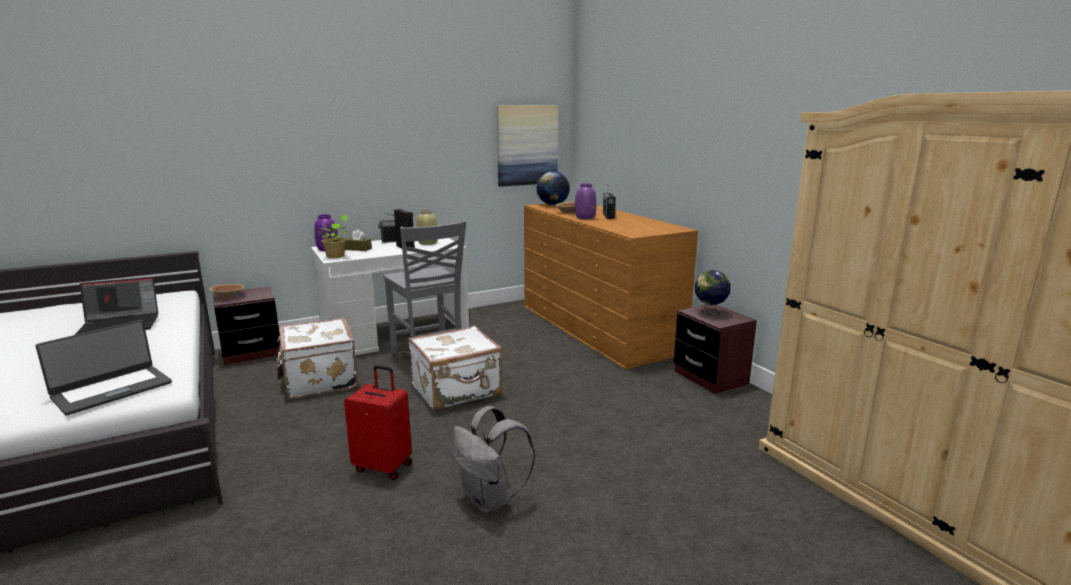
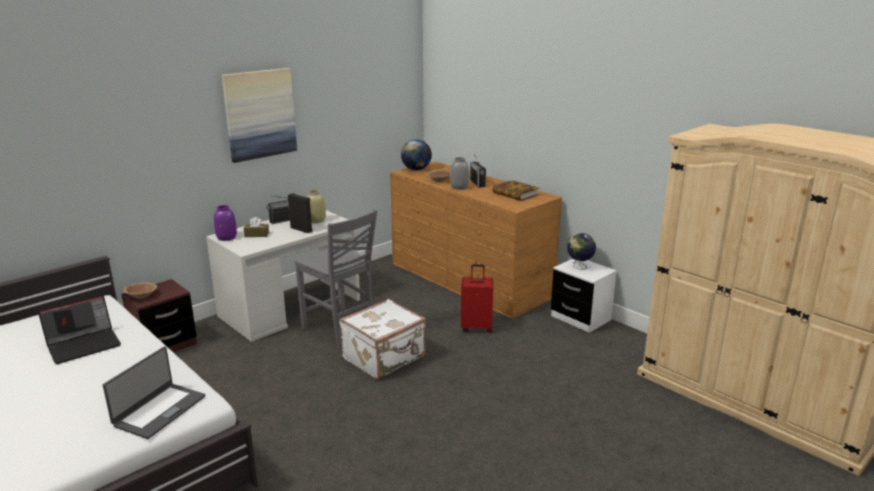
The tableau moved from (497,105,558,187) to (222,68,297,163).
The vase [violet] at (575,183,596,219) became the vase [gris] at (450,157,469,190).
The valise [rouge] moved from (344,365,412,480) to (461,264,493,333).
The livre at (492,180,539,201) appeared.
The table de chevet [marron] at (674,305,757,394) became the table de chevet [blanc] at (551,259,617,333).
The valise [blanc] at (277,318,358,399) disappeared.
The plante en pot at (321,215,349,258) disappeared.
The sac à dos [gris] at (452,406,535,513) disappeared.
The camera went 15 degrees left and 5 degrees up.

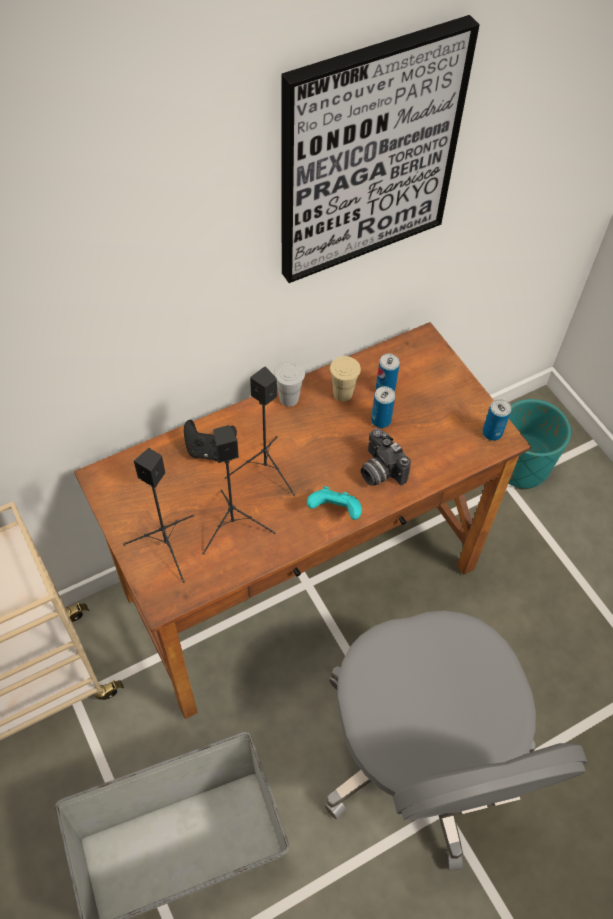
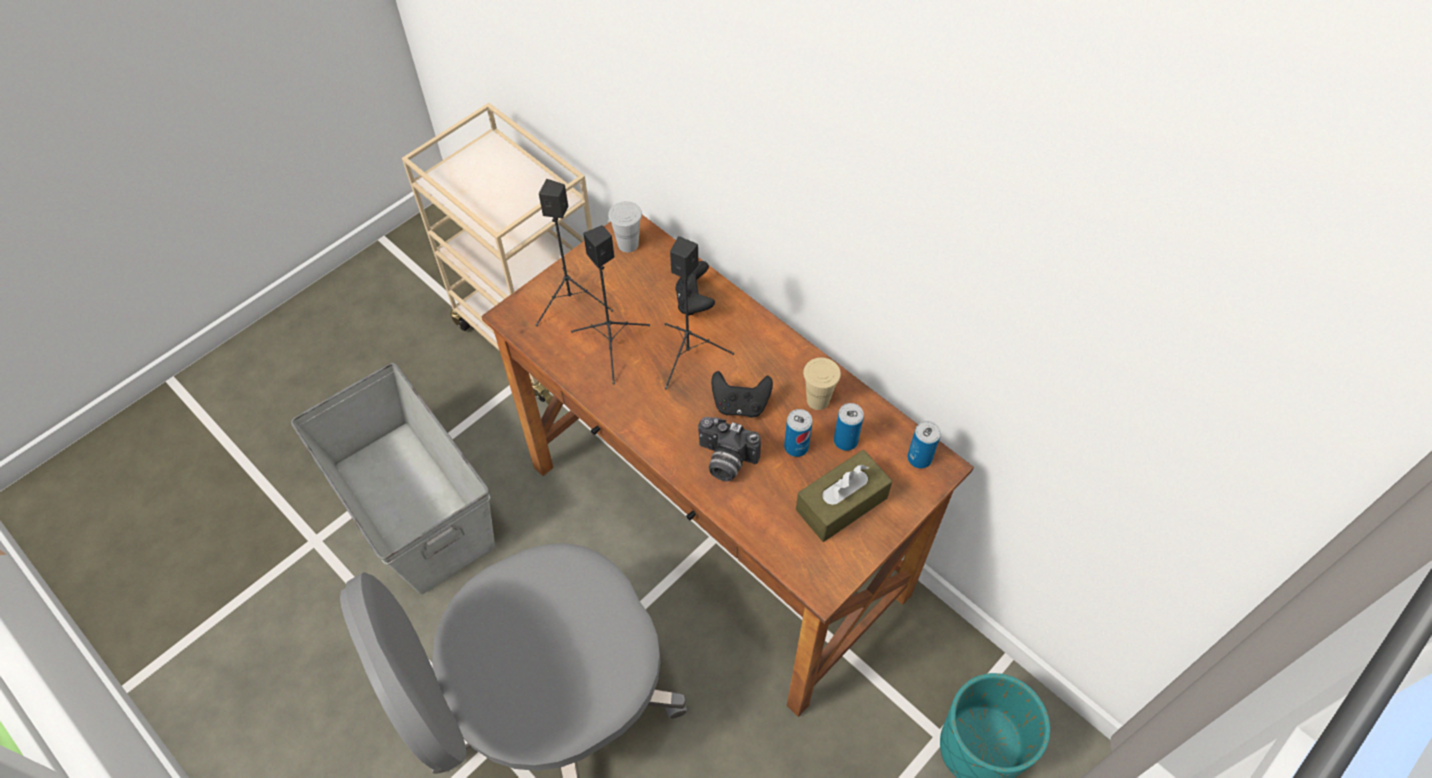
The tasse [blanc] moved from (274,361,305,407) to (608,201,642,253).
The appareil photo at (361,428,411,486) turned 105 degrees counterclockwise.
The manette [noir] at (711,371,773,418) appeared.
The boîte à mouchoirs [marron] at (796,450,892,542) appeared.
The boîte métallique moved from (482,399,511,441) to (907,421,941,468).
The tableau at (281,15,480,283) disappeared.
The manette [turquoise] at (307,486,362,520) disappeared.
The camera went 75 degrees right and 0 degrees up.

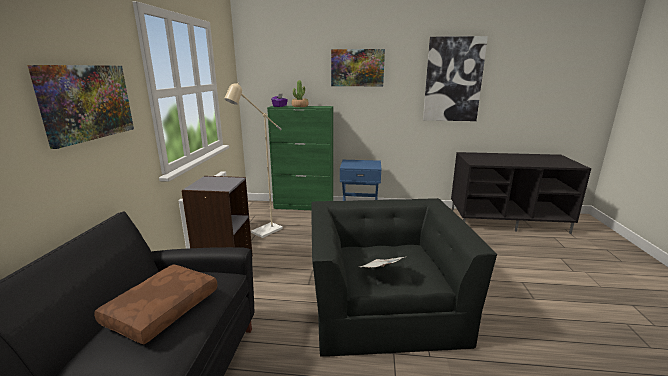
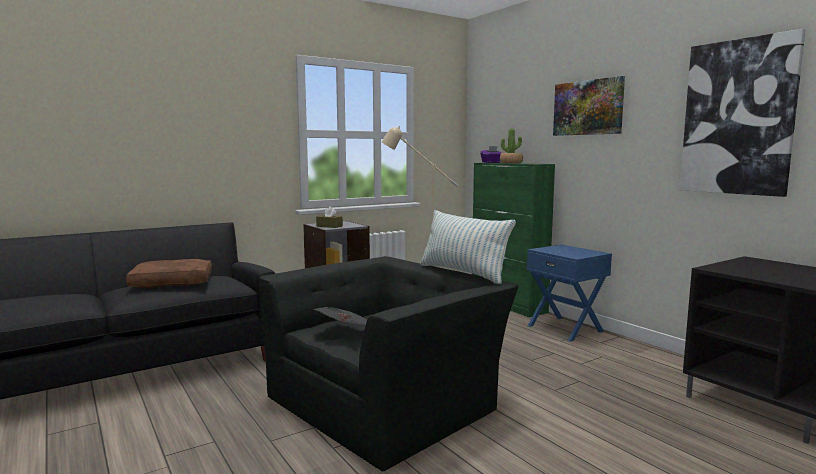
The boîte à mouchoirs [marron] at (316,206,343,228) appeared.
The coussin at (420,210,516,284) appeared.
The tableau at (27,65,134,149) disappeared.
The camera went 50 degrees right and 10 degrees down.

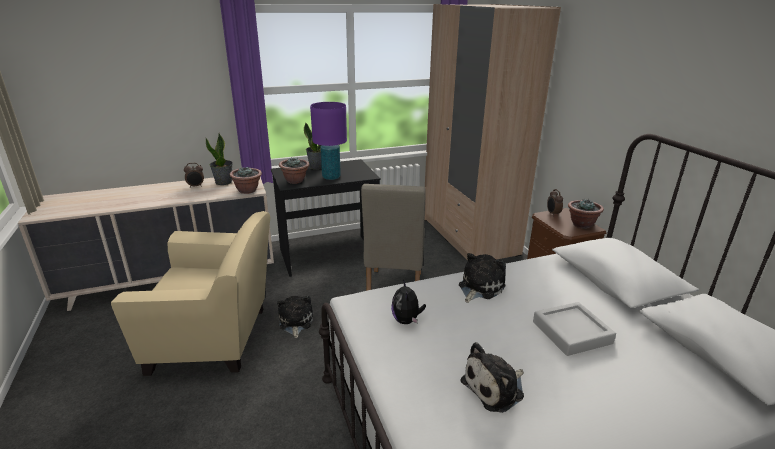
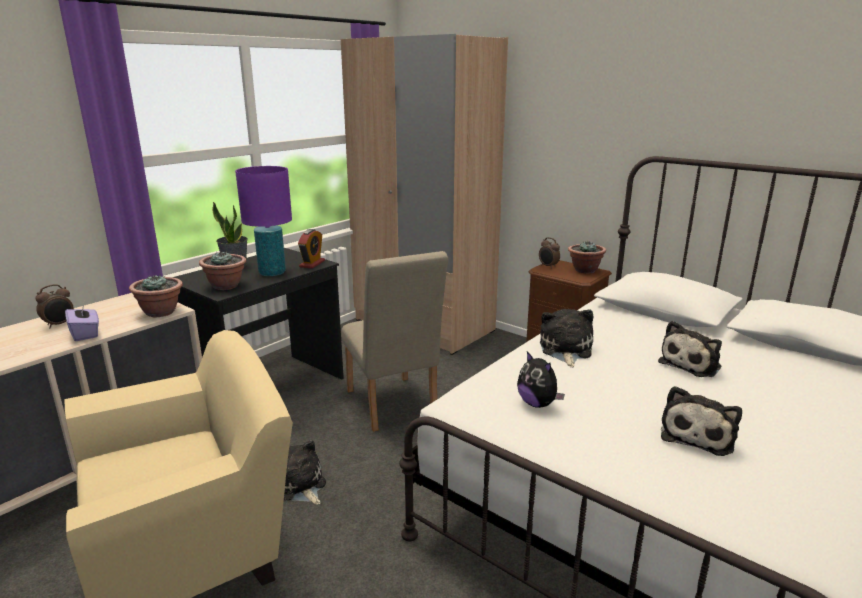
The boîte à mouchoirs [violet] at (65,303,99,341) appeared.
The réveil at (298,229,325,269) appeared.
The plateau [gris] at (533,302,616,356) was replaced by the peluche at (658,321,722,377).
The plante en pot at (206,133,233,185) disappeared.
The camera went 30 degrees left and 5 degrees down.

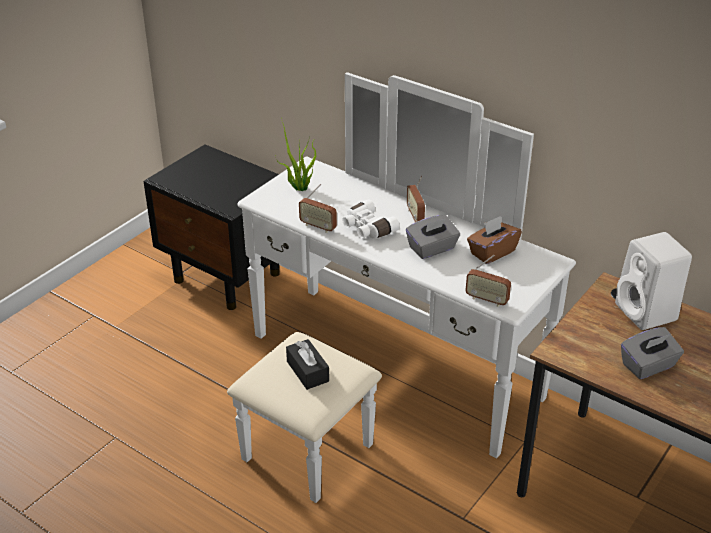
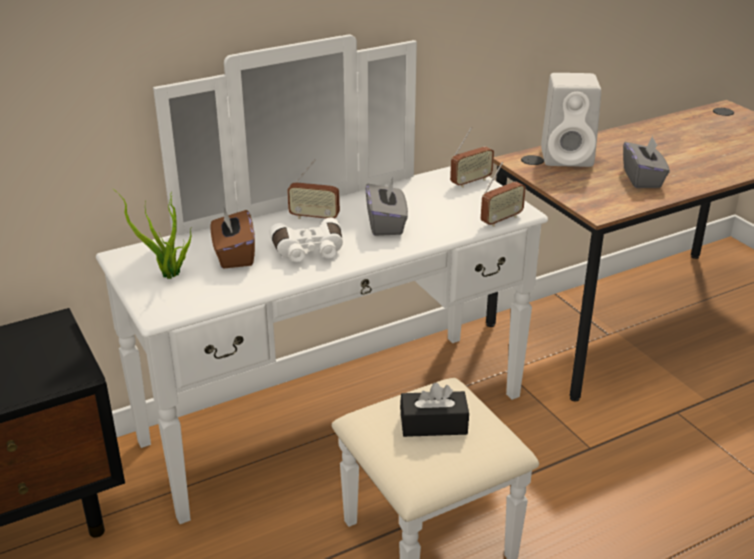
The boîte à mouchoirs [marron] moved from (467,216,522,264) to (210,207,255,269).
The radio moved from (299,184,337,233) to (450,127,494,188).
The camera went 65 degrees left and 5 degrees down.

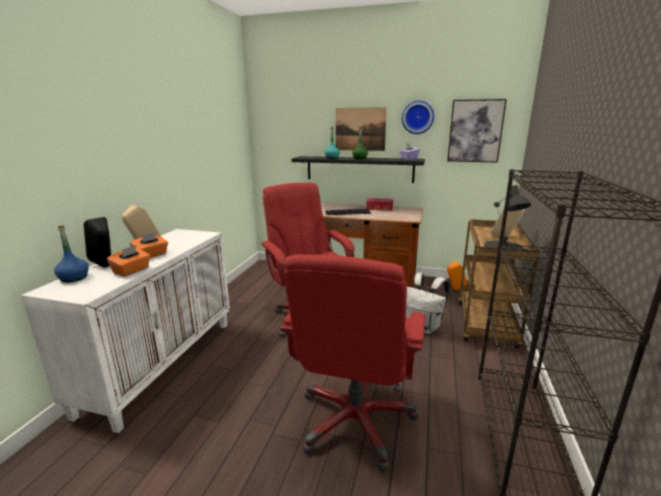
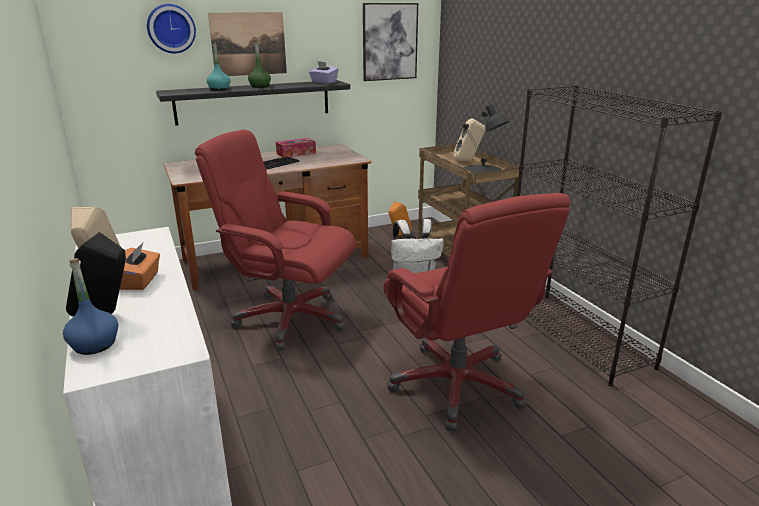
The horloge murale moved from (402,101,434,134) to (147,4,196,53).
The boîte à mouchoirs [orange] at (107,245,150,277) disappeared.
The camera went 40 degrees left and 5 degrees up.

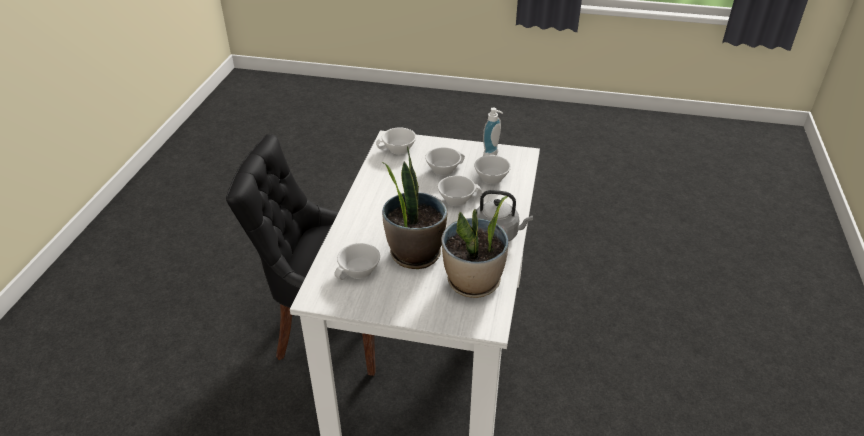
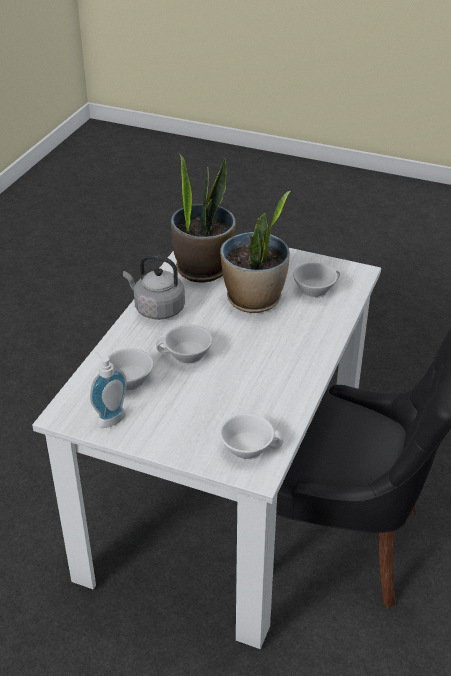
The tasse [blanc] at (425,147,465,176) disappeared.
The camera went 170 degrees left and 0 degrees up.

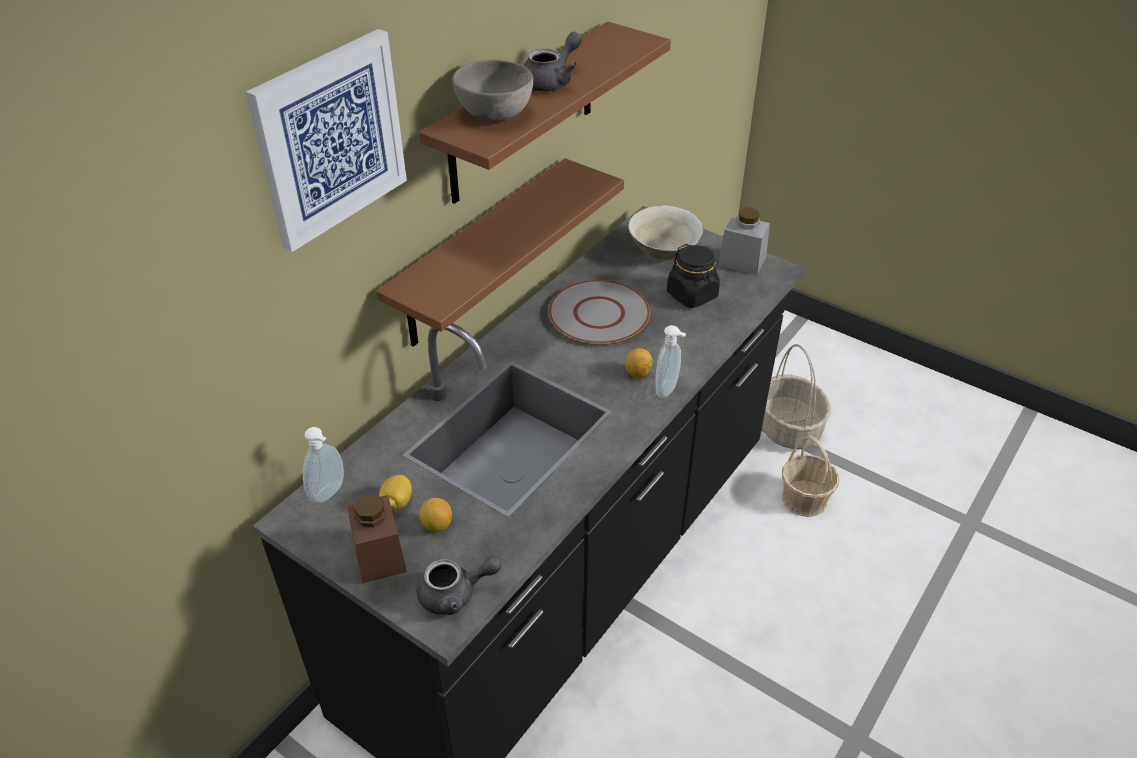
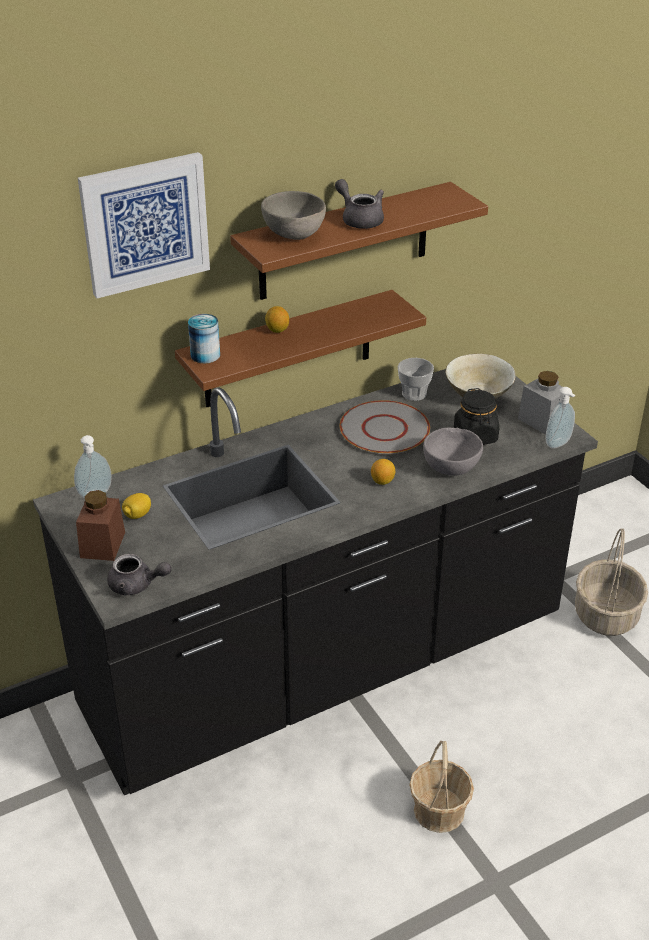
The boîte métallique at (188,314,220,363) appeared.
The citron moved from (419,498,452,532) to (265,306,289,333).
The théière [gris] at (523,32,582,92) turned 105 degrees counterclockwise.
The tasse at (398,358,434,401) appeared.
The panier moved from (782,436,839,517) to (409,741,474,833).
The bol [gris] at (423,428,483,476) appeared.
The distributeur de savon moved from (656,325,686,398) to (545,387,576,449).
The camera went 25 degrees right and 5 degrees down.

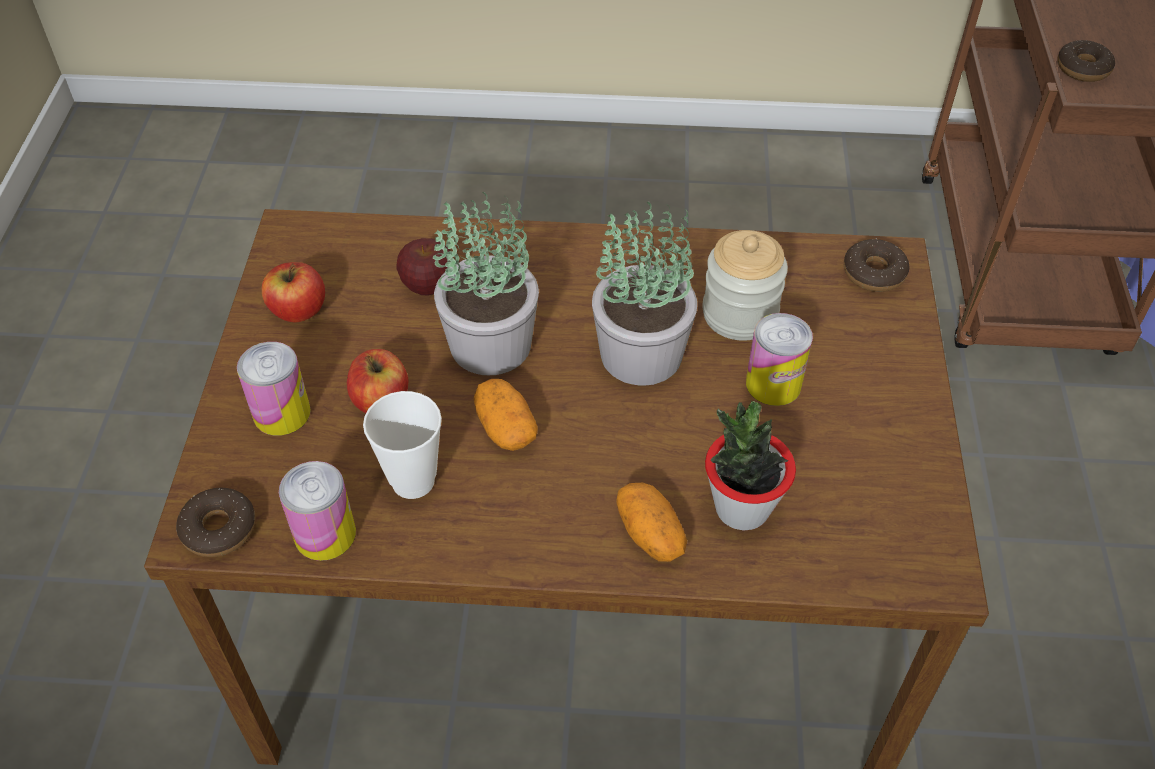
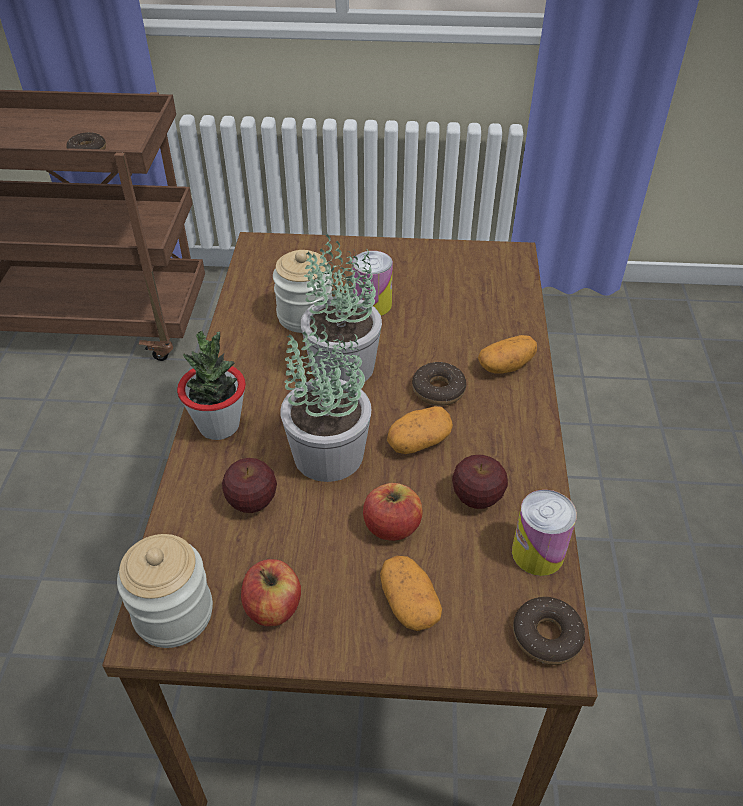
The bocal at (117,534,213,648) appeared.
The plante en pot moved from (705,400,796,531) to (177,331,246,440).
The boîte métallique at (237,342,311,436) was replaced by the pomme de terre at (380,555,442,631).
The beignet moved from (844,238,909,292) to (412,362,466,406).
The tasse at (363,391,442,499) was replaced by the pomme at (452,455,508,509).
The camera went 90 degrees left and 5 degrees down.

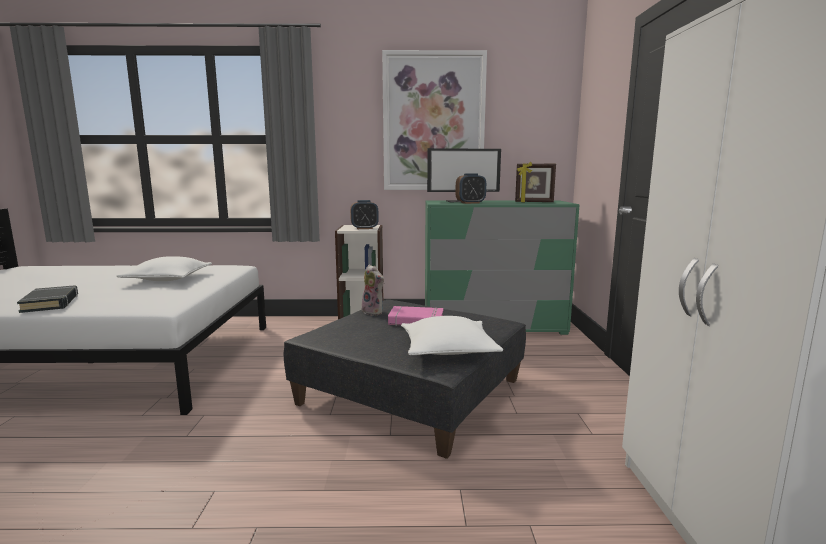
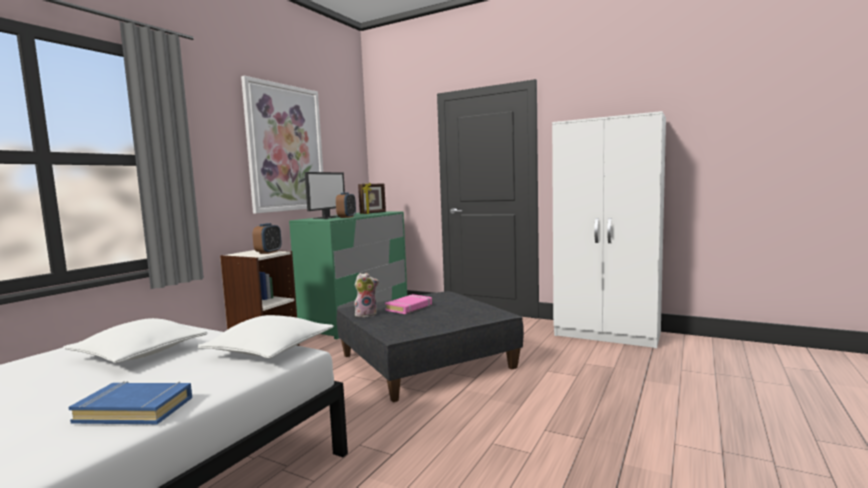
The livre [noir] at (17,285,78,313) became the livre [bleu] at (68,381,192,424).
The coussin [blanc] moved from (401,316,503,355) to (198,315,334,358).
The camera went 60 degrees left and 5 degrees down.

